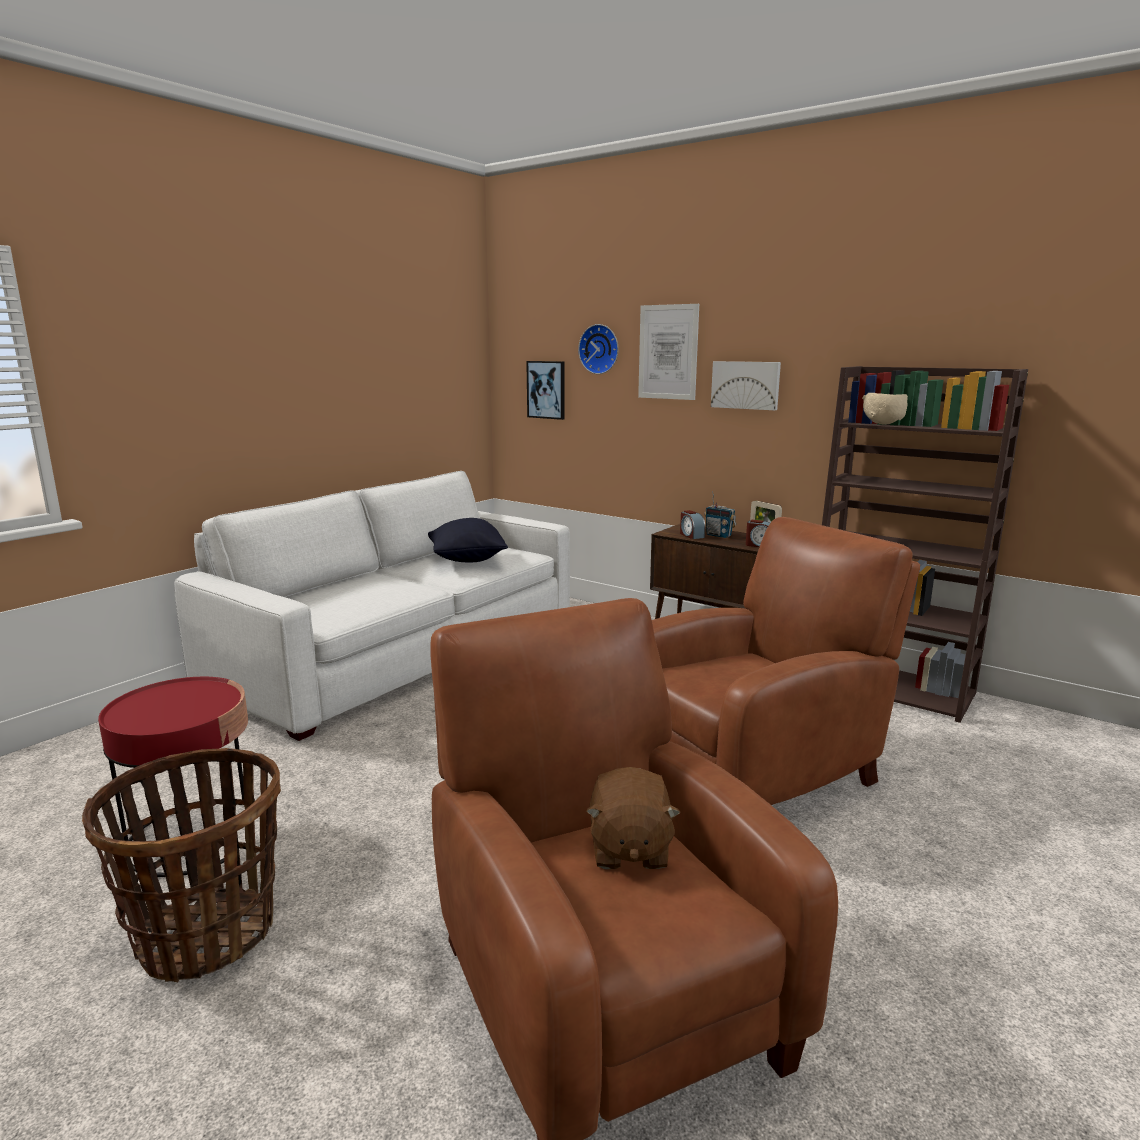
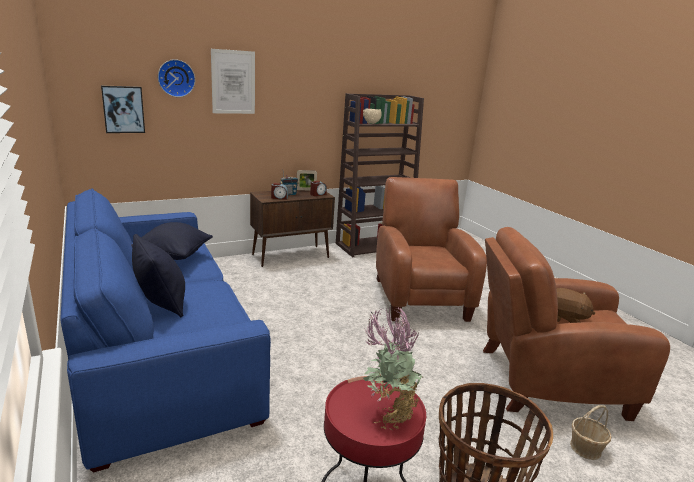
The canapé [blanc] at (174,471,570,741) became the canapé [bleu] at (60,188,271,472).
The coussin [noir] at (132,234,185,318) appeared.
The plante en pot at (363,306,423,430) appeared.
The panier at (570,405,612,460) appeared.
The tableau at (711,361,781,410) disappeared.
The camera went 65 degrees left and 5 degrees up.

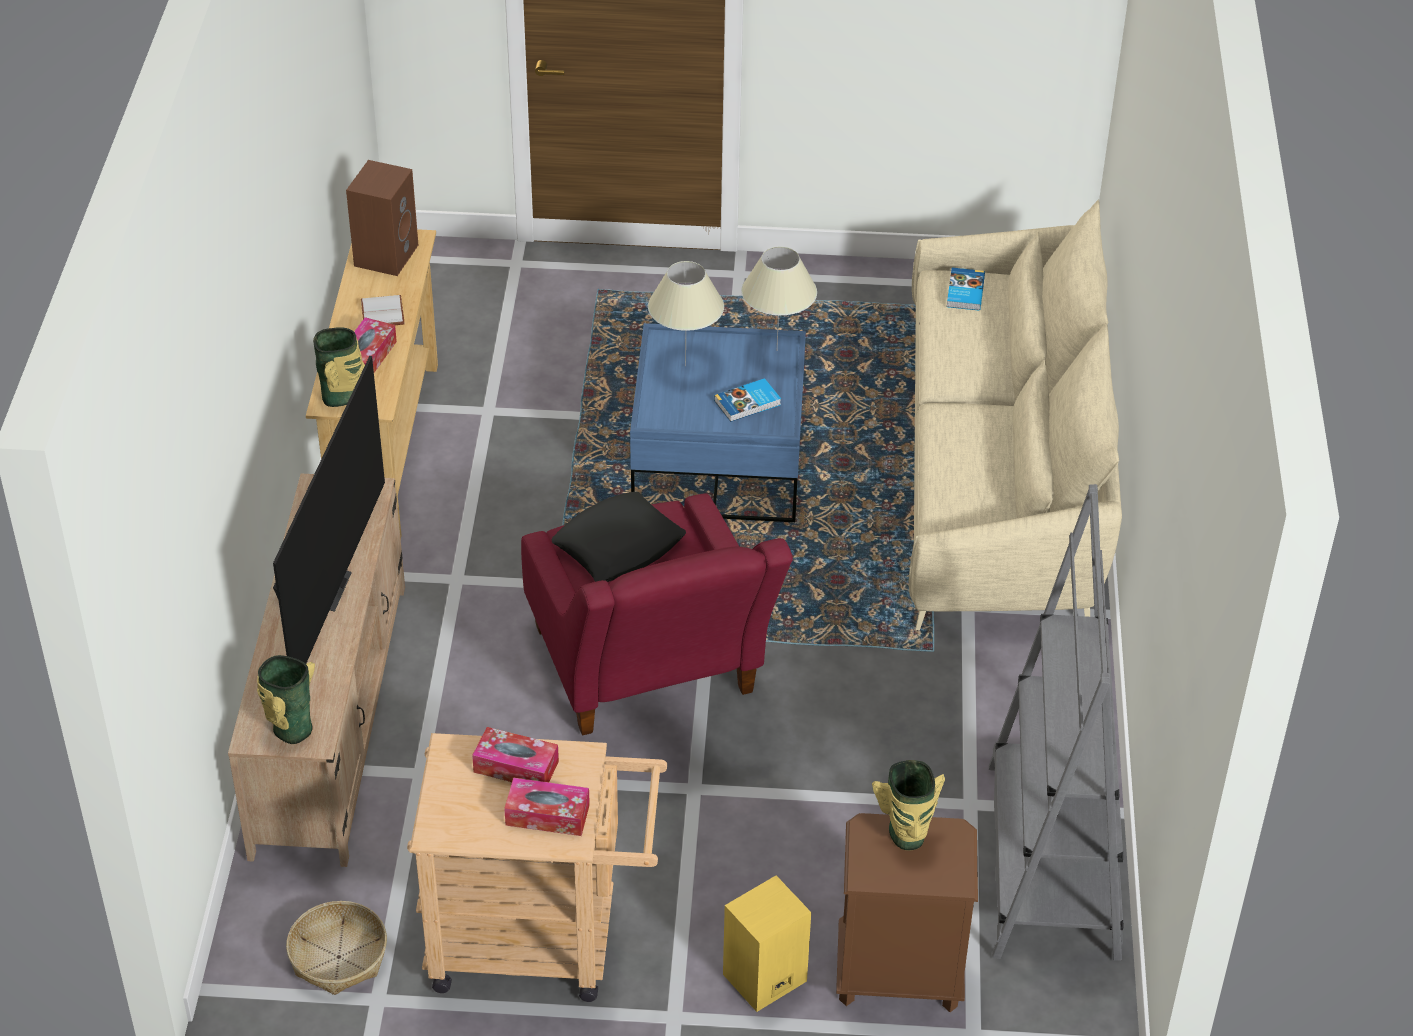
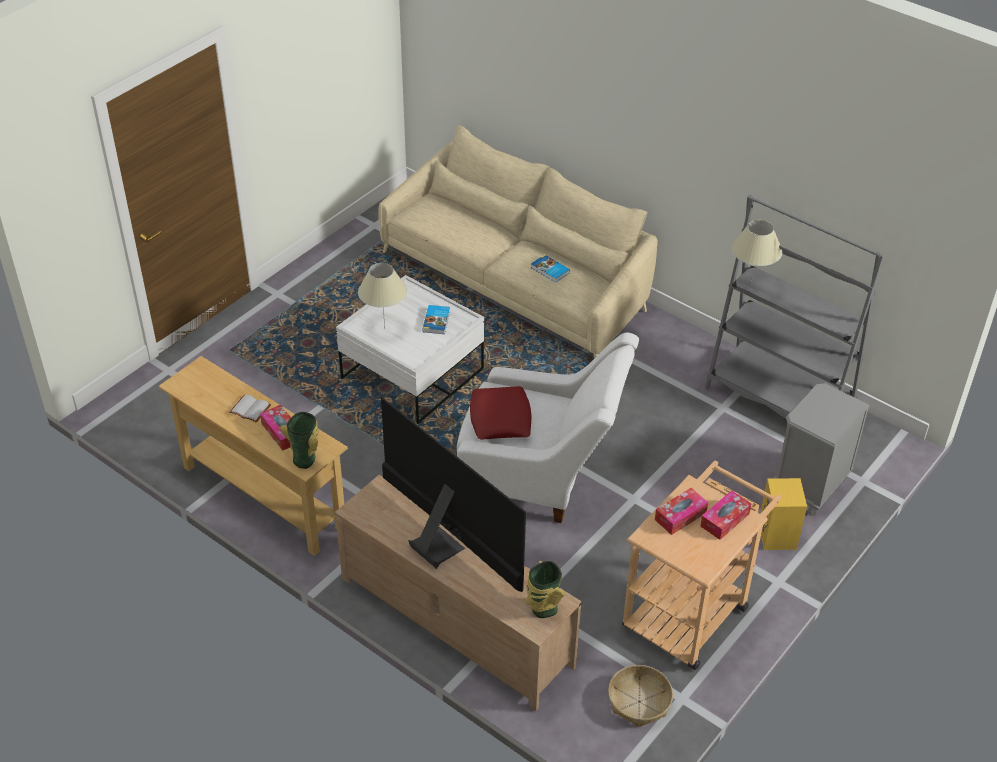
The table basse [bleu] at (630,323,806,522) became the table basse [blanc] at (336,275,484,424).
The fauteuil [rouge] at (521,493,793,735) became the fauteuil [blanc] at (457,333,639,523).
The coussin [noir] at (551,492,686,582) became the coussin [rouge] at (470,386,531,440).
The livre moved from (947,268,985,311) to (531,254,570,283).
The lampe de table [beige] moved from (741,246,817,348) to (731,220,782,289).
The table de chevet [marron] at (836,813,978,1012) became the table de chevet [gris] at (773,383,870,516).
The enceinte [marron] at (346,160,418,276) disappeared.
The vase at (872,760,945,851) disappeared.
The camera went 55 degrees left and 0 degrees up.

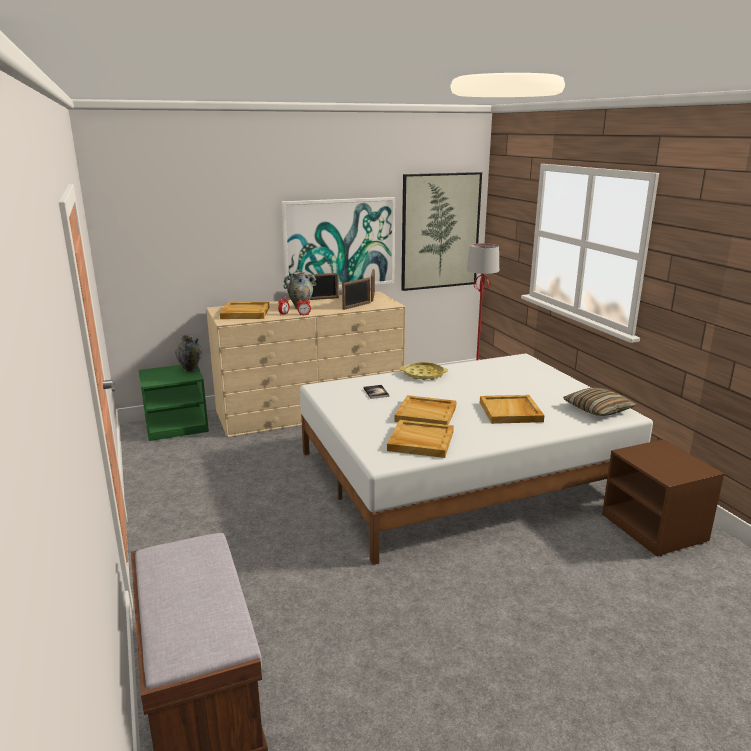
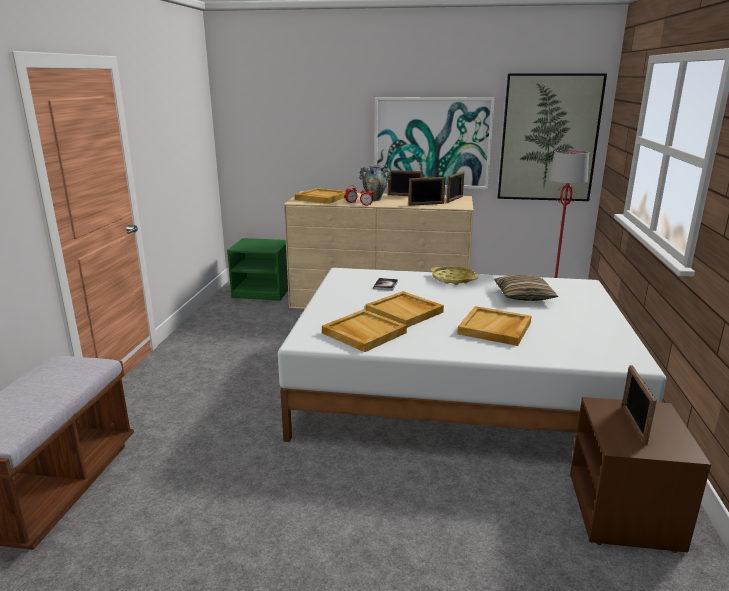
The coussin moved from (563,388,637,416) to (494,275,559,301).
The cadre photo at (621,365,657,446) appeared.
The vase at (175,335,202,372) disappeared.
The camera went 30 degrees right and 0 degrees up.

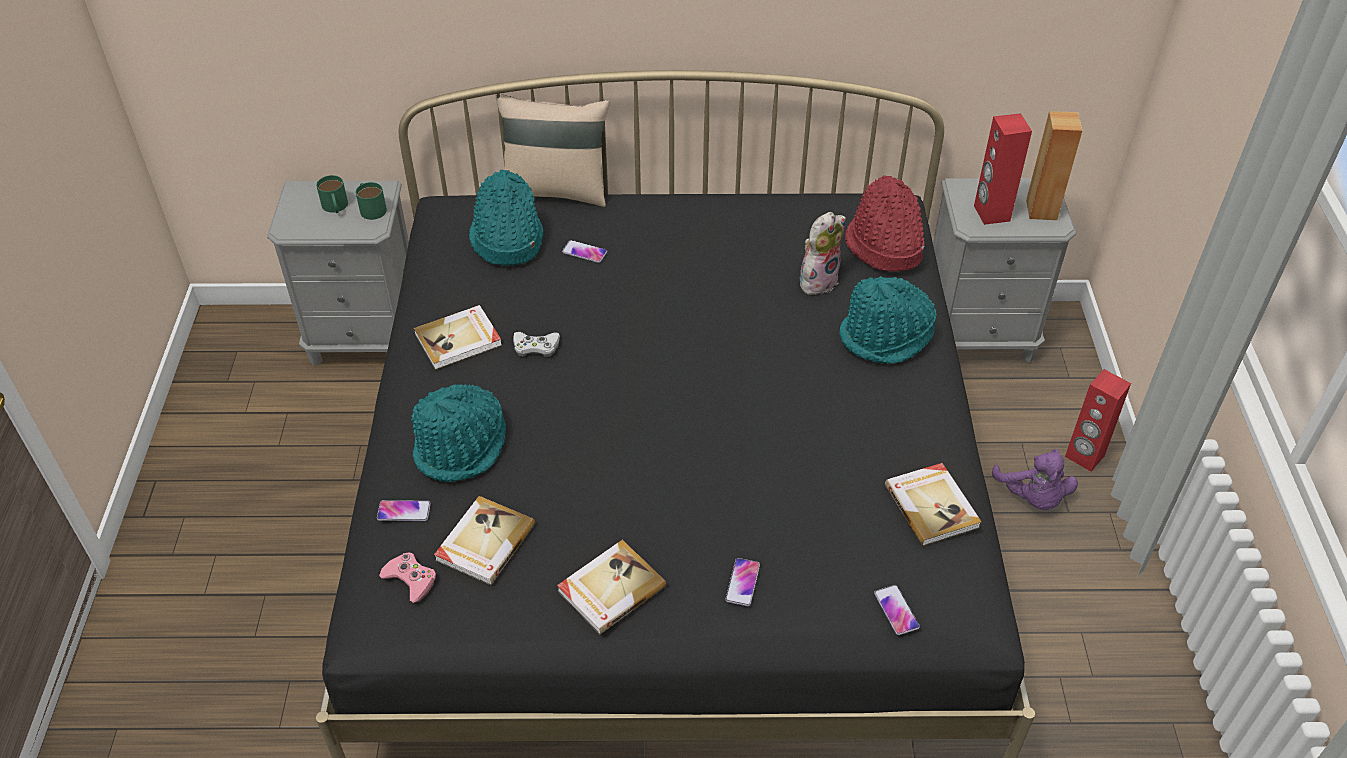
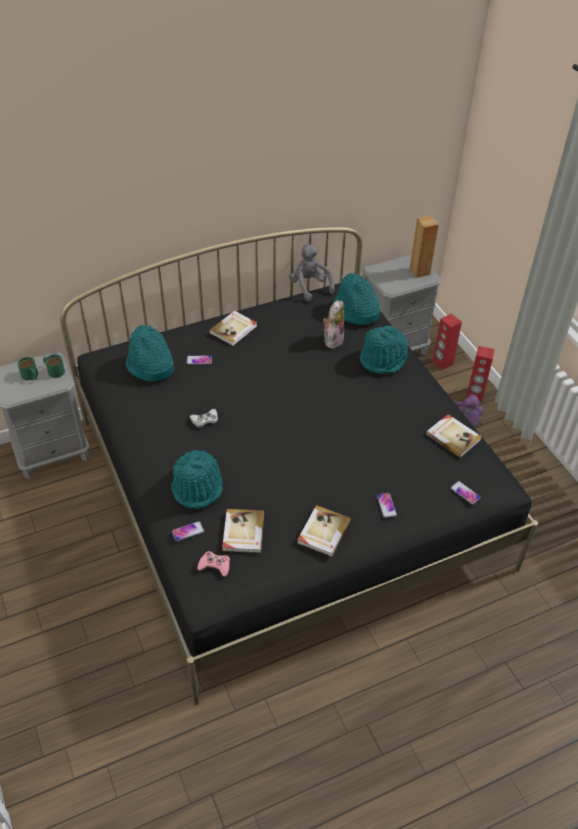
The livre moved from (413,305,502,370) to (209,311,257,346).
The peluche [gris] at (289,244,335,301) appeared.
The chapeau [rouge] at (845,175,925,272) became the chapeau [turquoise] at (333,273,381,325).
The enceinte [rouge] moved from (974,113,1032,225) to (433,313,462,370).
The coussin [beige] at (495,94,609,207) disappeared.
The camera went 25 degrees left and 0 degrees up.

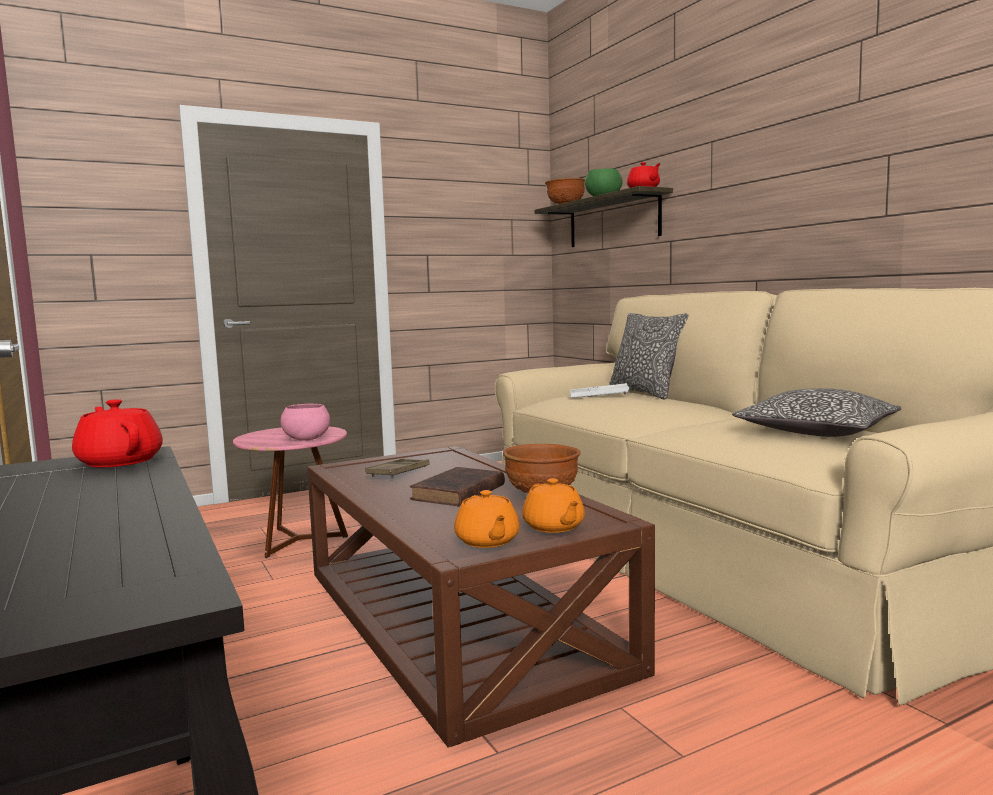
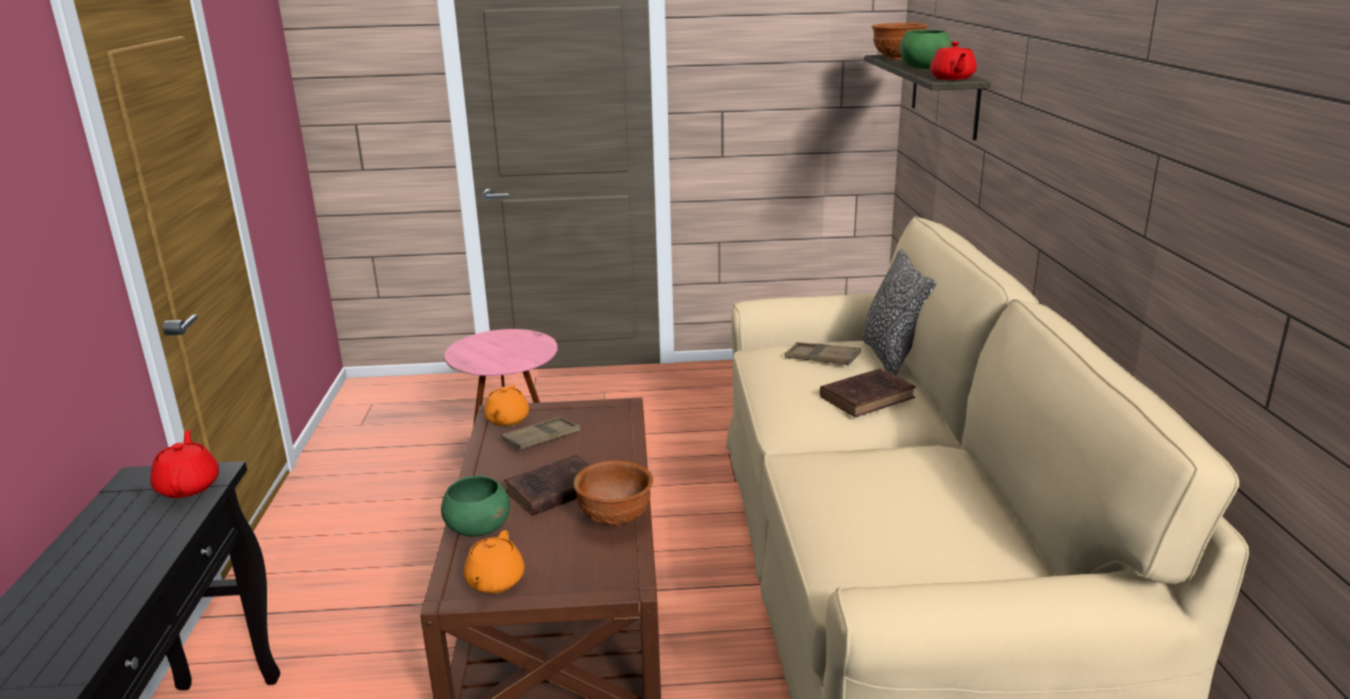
The bol [vert] at (441,476,510,537) appeared.
The théière [orange] moved from (522,478,585,533) to (484,385,529,426).
The plateau [blanc] at (570,383,629,398) became the plateau [marron] at (785,342,861,365).
The livre [marron] at (820,368,916,417) appeared.
The bol [rose] at (280,404,330,441) disappeared.
The coussin at (732,388,901,437) disappeared.
The camera went 25 degrees right and 15 degrees up.

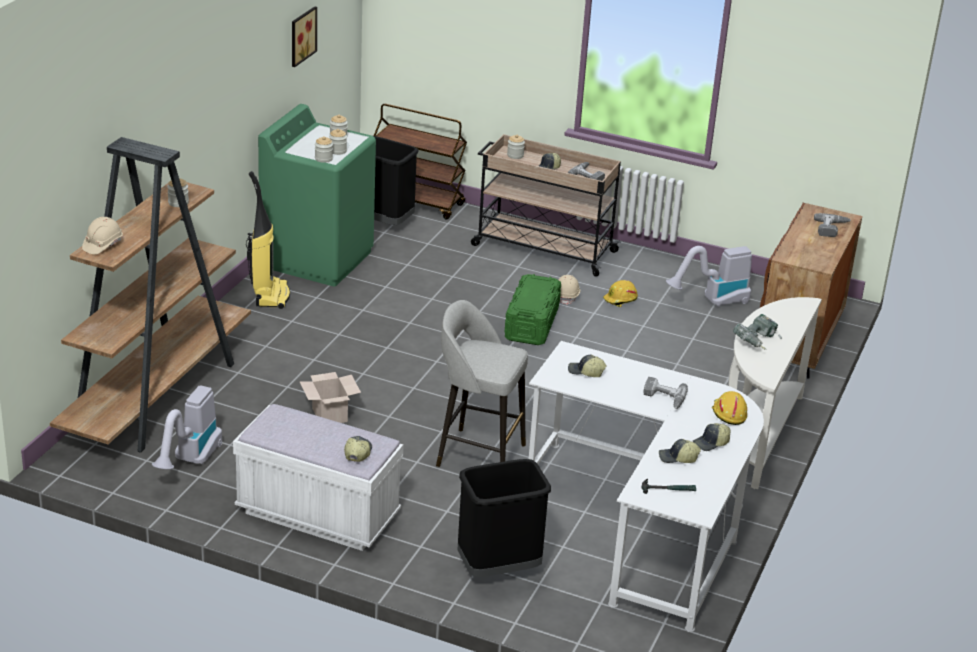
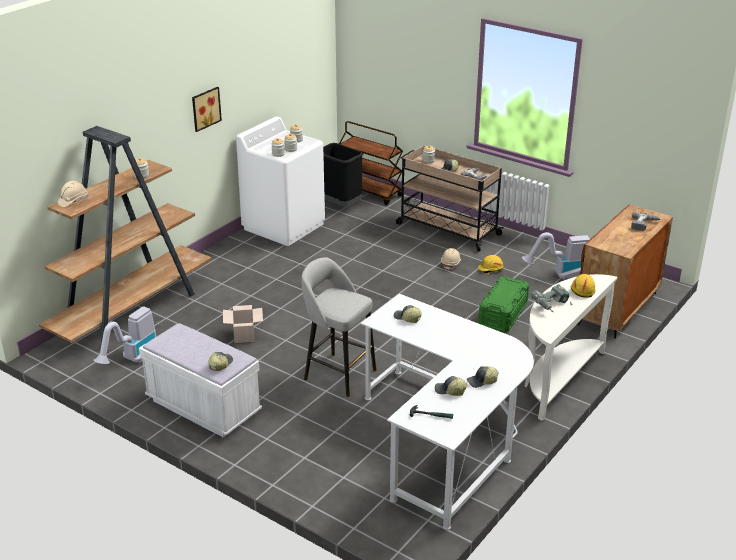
The tableau moved from (292,6,317,67) to (192,87,222,132).
The lave-linge [vert] at (258,104,376,286) became the lave-linge [blanc] at (236,117,325,246).
The boîte de rangement [vert] moved from (505,274,561,345) to (479,277,529,333).
The casque de chantier [jaune] moved from (712,391,747,425) to (571,274,595,298).
The aspirateur at (246,171,290,309) disappeared.
The poubelle [noir] at (457,459,551,577) disappeared.
The perceuse at (643,377,688,409) disappeared.
The camera went 15 degrees right and 0 degrees up.

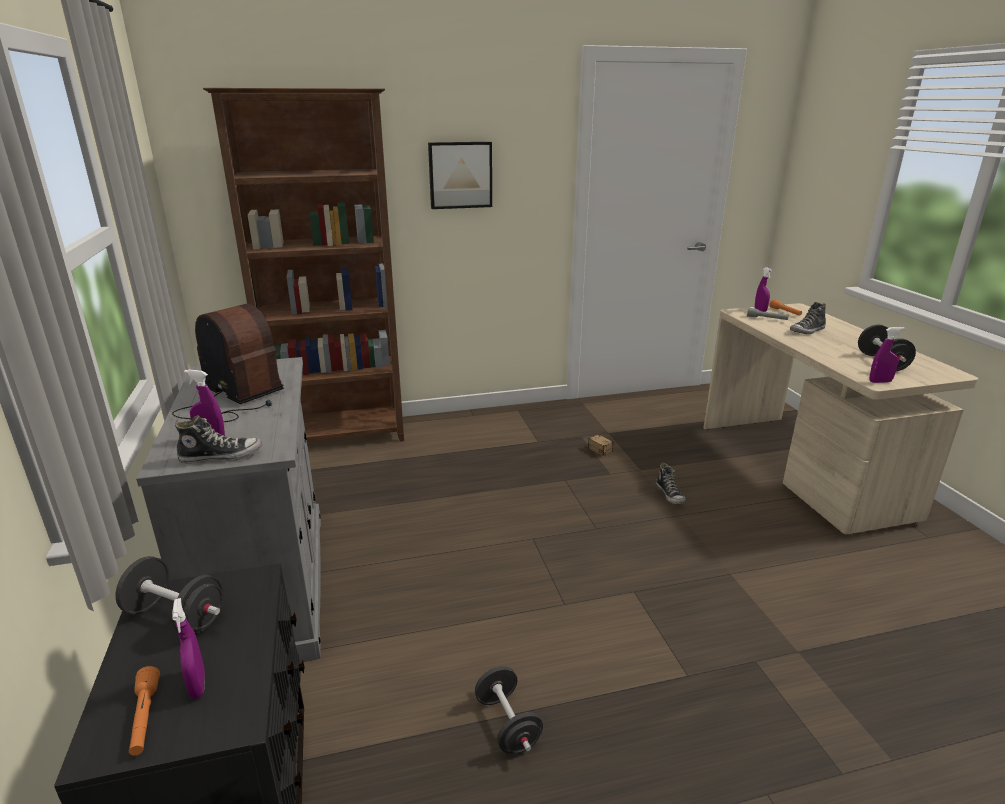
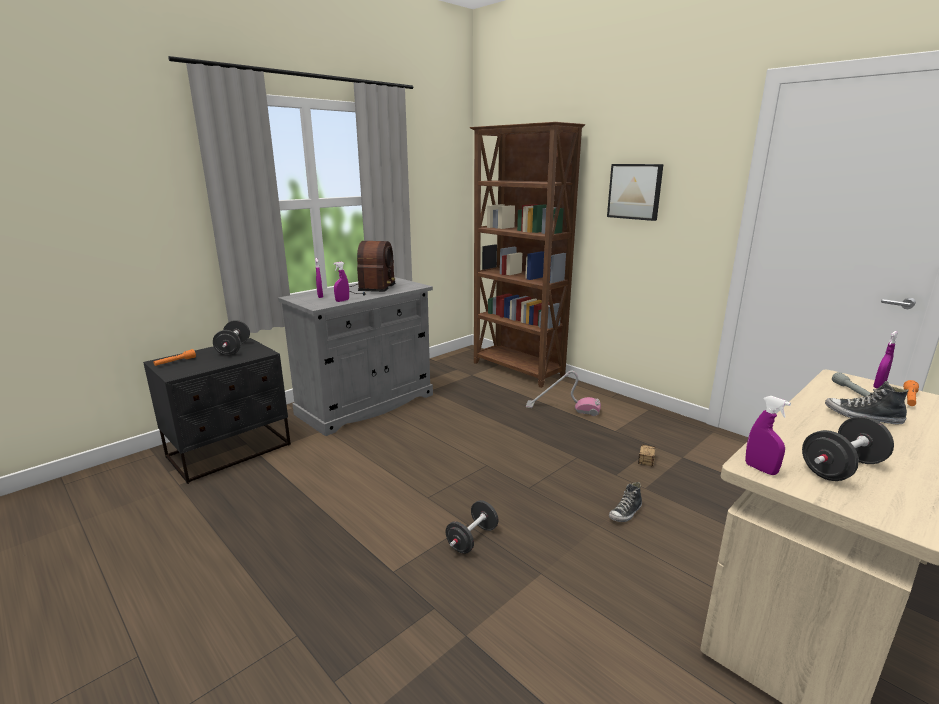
The vaporisateur [violet] moved from (172,598,205,699) to (333,262,349,302).
The haltère [noir] moved from (474,666,543,754) to (446,500,499,554).
The aspirateur at (526,371,601,416) appeared.
The chaussure at (175,415,262,464) disappeared.
The camera went 60 degrees right and 5 degrees down.

